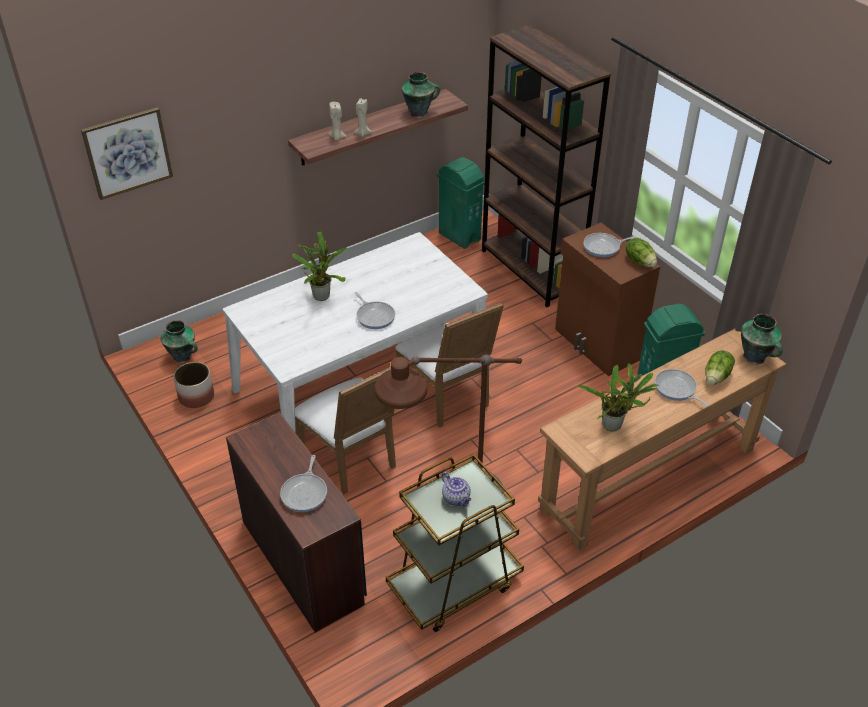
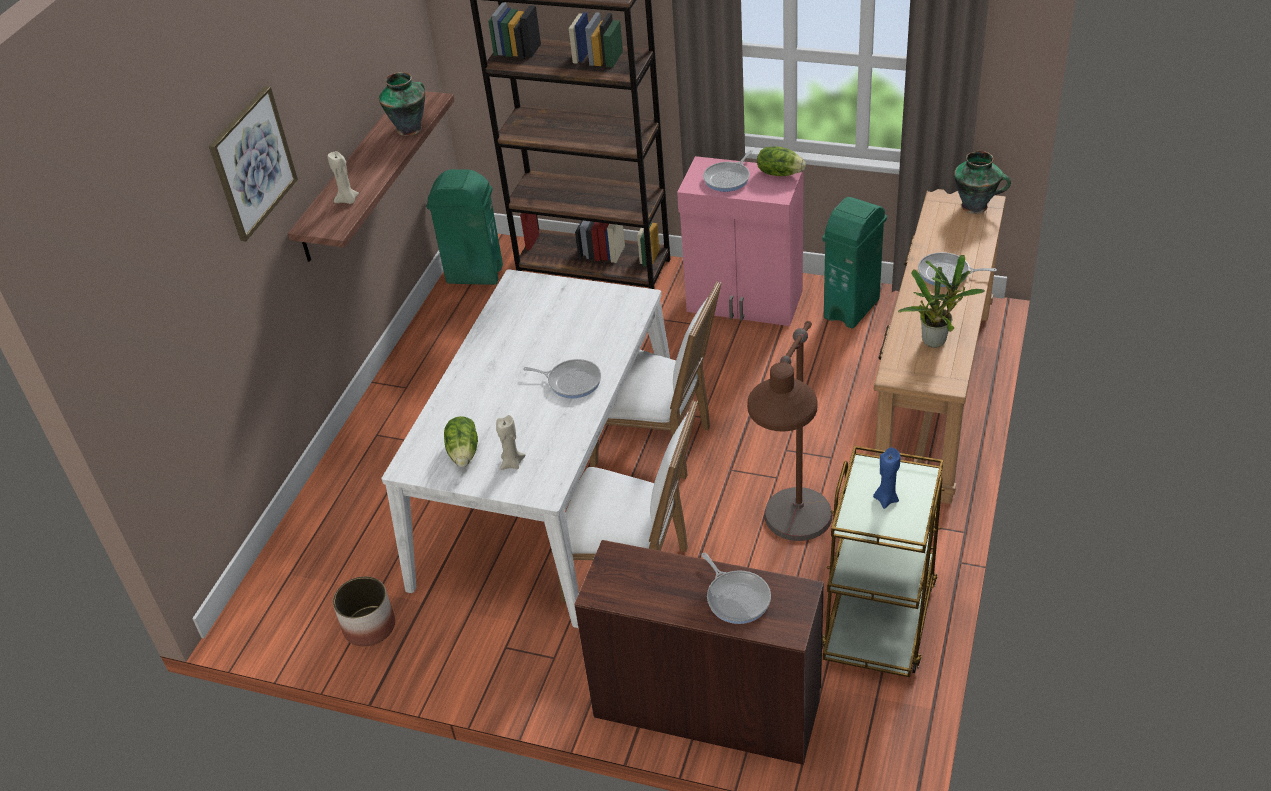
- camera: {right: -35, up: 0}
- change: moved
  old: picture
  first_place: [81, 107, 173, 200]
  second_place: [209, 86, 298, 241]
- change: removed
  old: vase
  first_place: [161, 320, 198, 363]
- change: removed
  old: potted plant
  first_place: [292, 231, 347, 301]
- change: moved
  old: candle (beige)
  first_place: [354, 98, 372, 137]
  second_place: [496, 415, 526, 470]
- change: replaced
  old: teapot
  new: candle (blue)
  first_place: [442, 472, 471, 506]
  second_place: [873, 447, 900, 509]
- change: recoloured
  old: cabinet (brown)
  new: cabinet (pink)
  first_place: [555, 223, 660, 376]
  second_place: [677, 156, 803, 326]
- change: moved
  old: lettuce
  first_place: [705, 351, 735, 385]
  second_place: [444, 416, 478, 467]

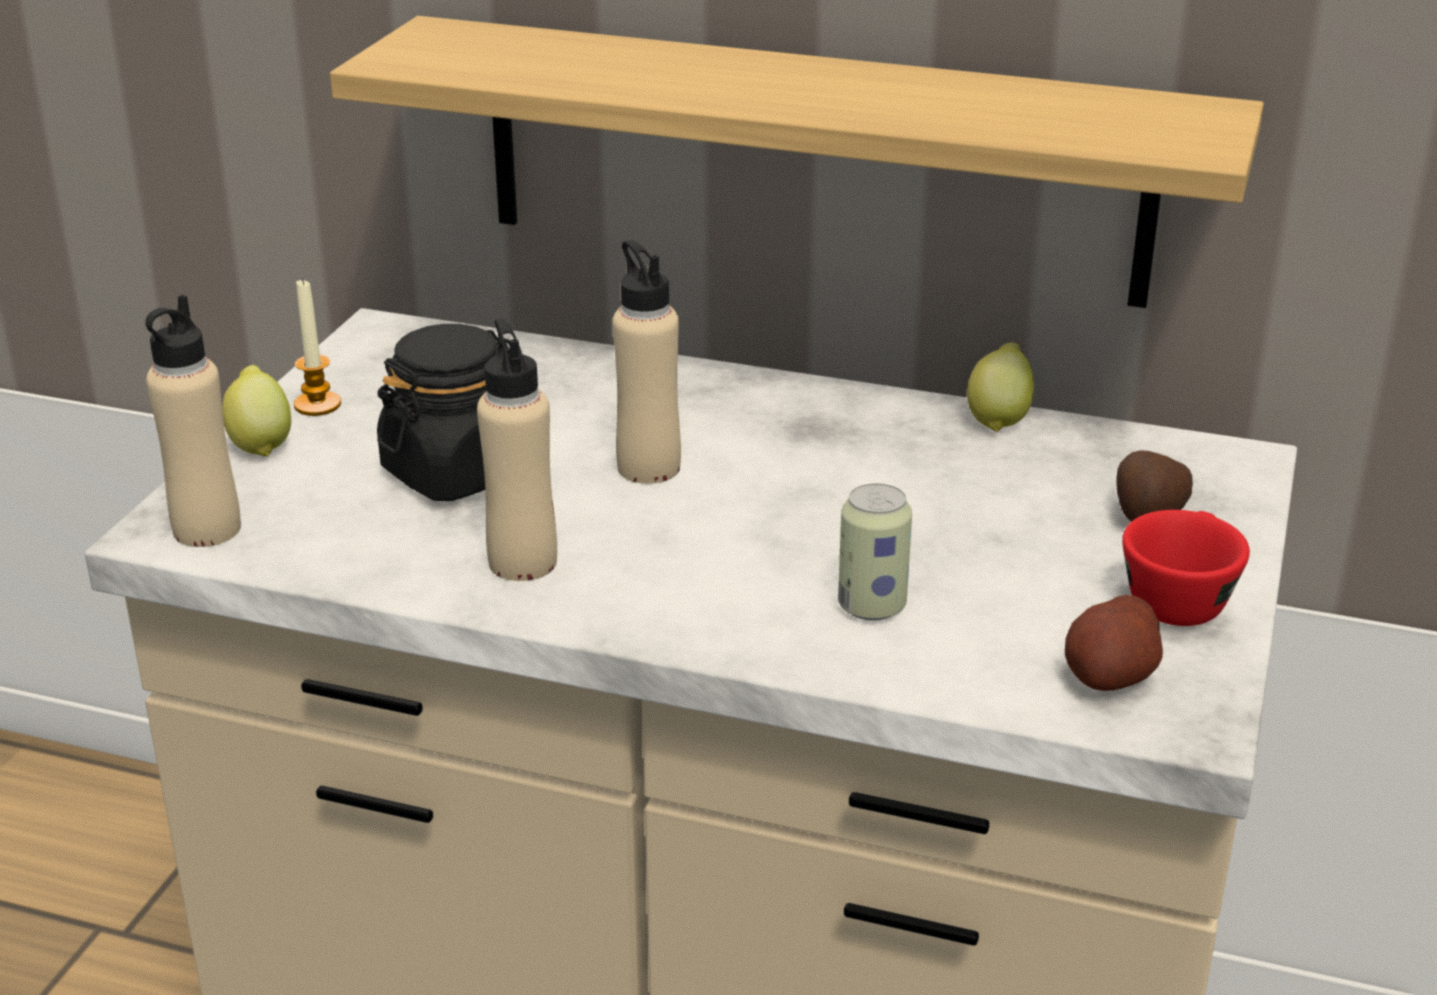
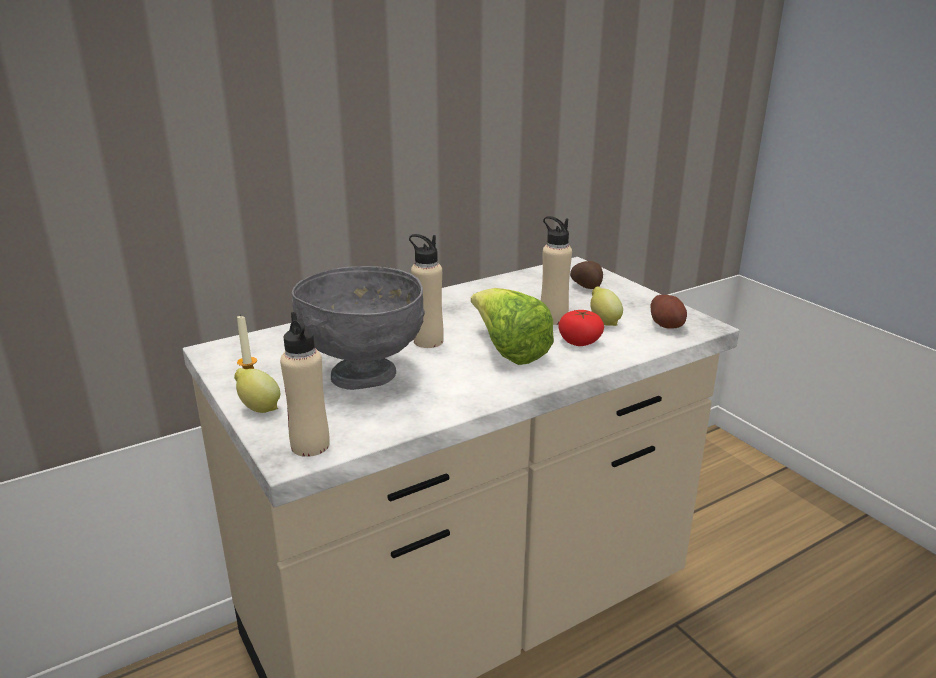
- camera: {right: -50, up: -5}
- change: removed
  old: shelf
  first_place: [330, 16, 1264, 308]
- change: replaced
  old: jar (black)
  new: bowl (grey)
  first_place: [377, 324, 510, 501]
  second_place: [292, 266, 425, 390]
- change: moved
  old: bottle (beige)
  first_place: [477, 318, 557, 581]
  second_place: [541, 216, 572, 325]
- change: replaced
  old: can
  new: tomato
  first_place: [838, 483, 912, 620]
  second_place: [559, 310, 604, 346]
- change: moved
  old: lemon
  first_place: [967, 343, 1034, 432]
  second_place: [590, 286, 623, 326]
- change: removed
  old: cup (red)
  first_place: [1122, 510, 1250, 626]
- change: added
  new: lettuce
  second_place: [471, 288, 554, 365]

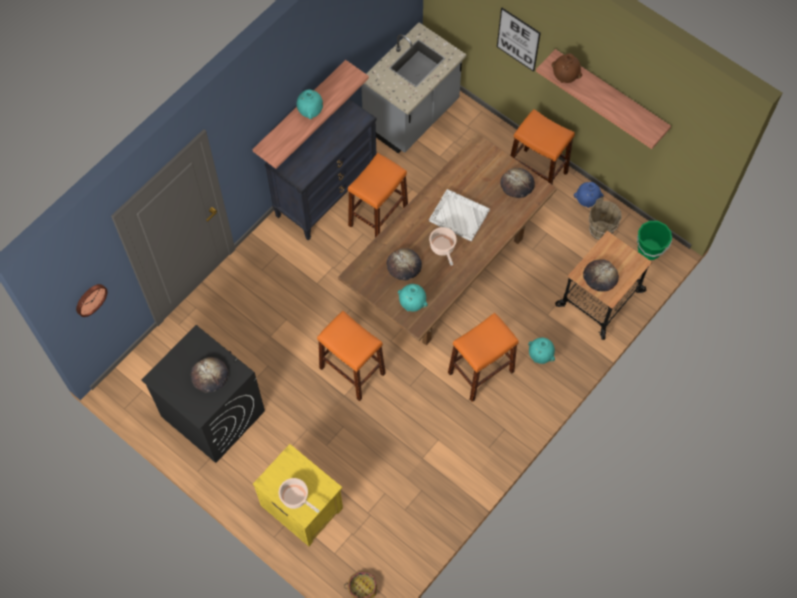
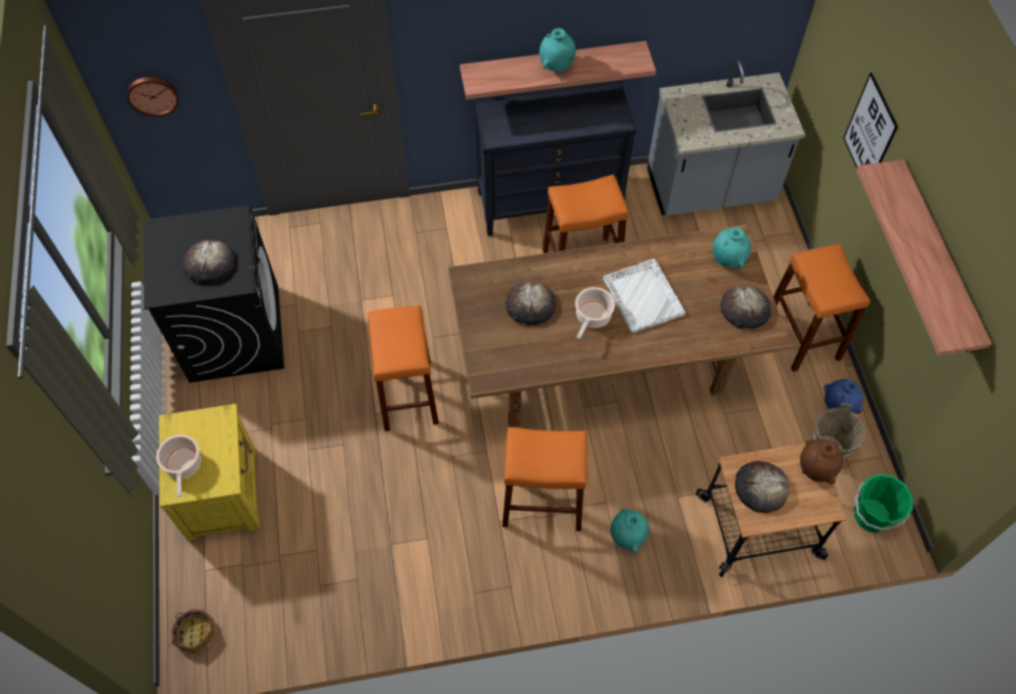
- camera: {right: 40, up: -5}
- change: moved
  old: vase (turquoise)
  first_place: [398, 284, 428, 312]
  second_place: [713, 227, 751, 269]
- change: moved
  old: vase (brown)
  first_place: [551, 53, 582, 83]
  second_place: [800, 439, 843, 484]

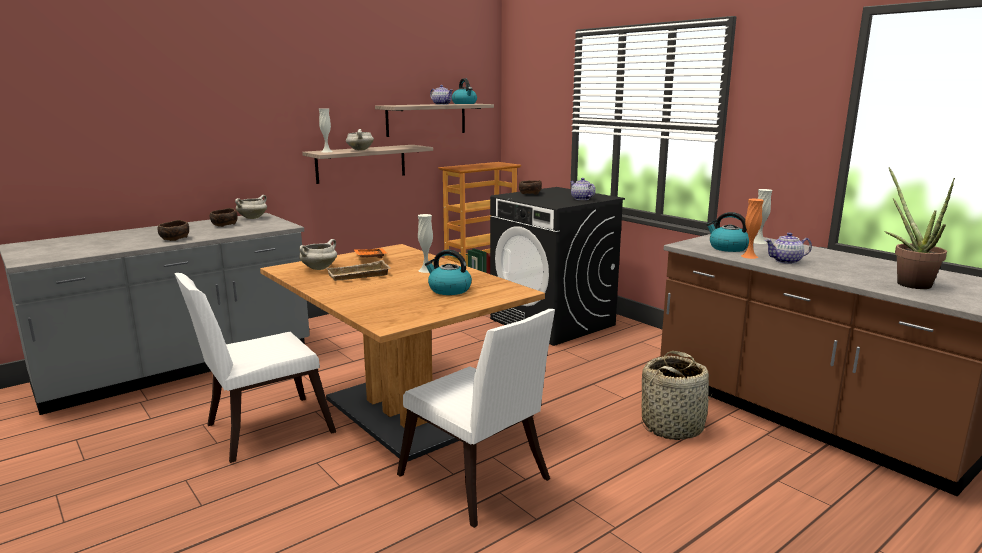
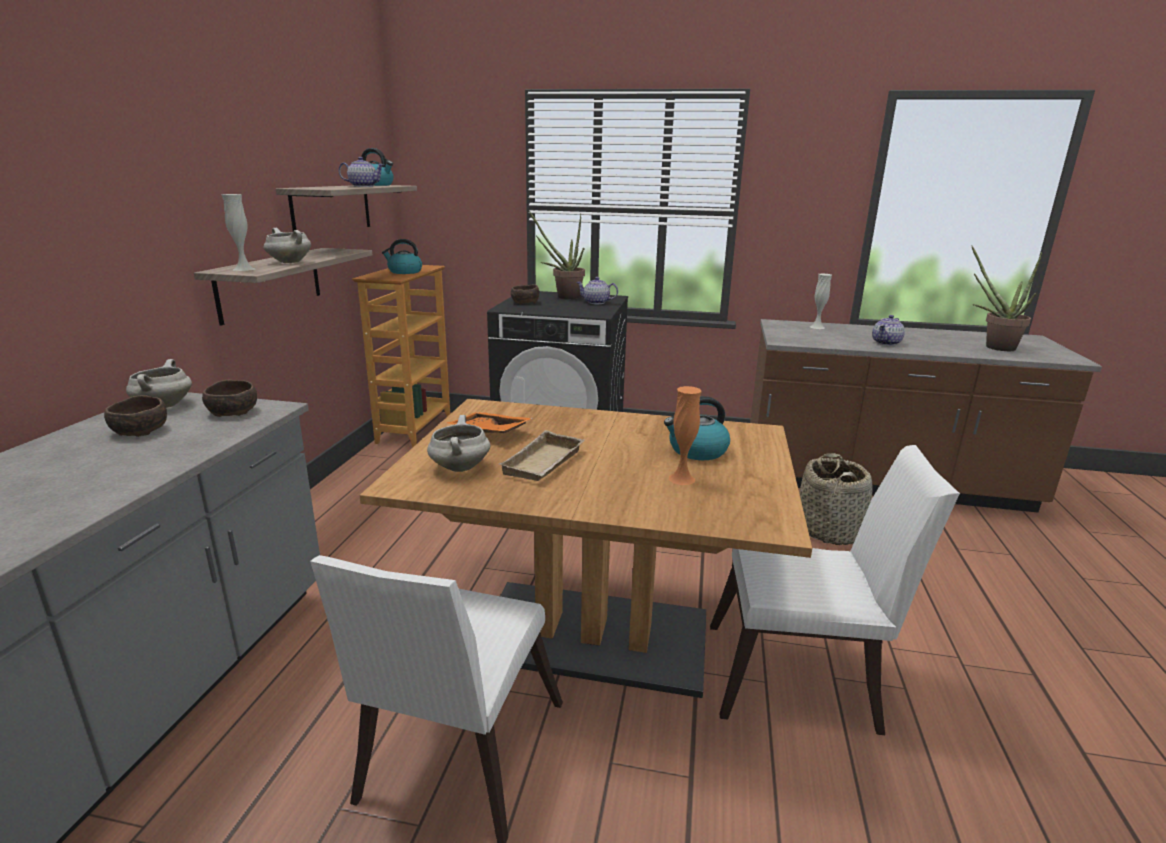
- camera: {right: -40, up: 5}
- change: moved
  old: bowl (brown)
  first_place: [157, 220, 189, 241]
  second_place: [202, 380, 257, 417]
- change: removed
  old: vase (white)
  first_place: [418, 214, 433, 273]
- change: moved
  old: kettle
  first_place: [706, 212, 749, 252]
  second_place: [382, 239, 422, 274]
- change: moved
  old: vase (orange)
  first_place: [741, 199, 764, 259]
  second_place: [669, 386, 702, 485]
- change: added
  new: potted plant
  second_place: [529, 211, 585, 299]

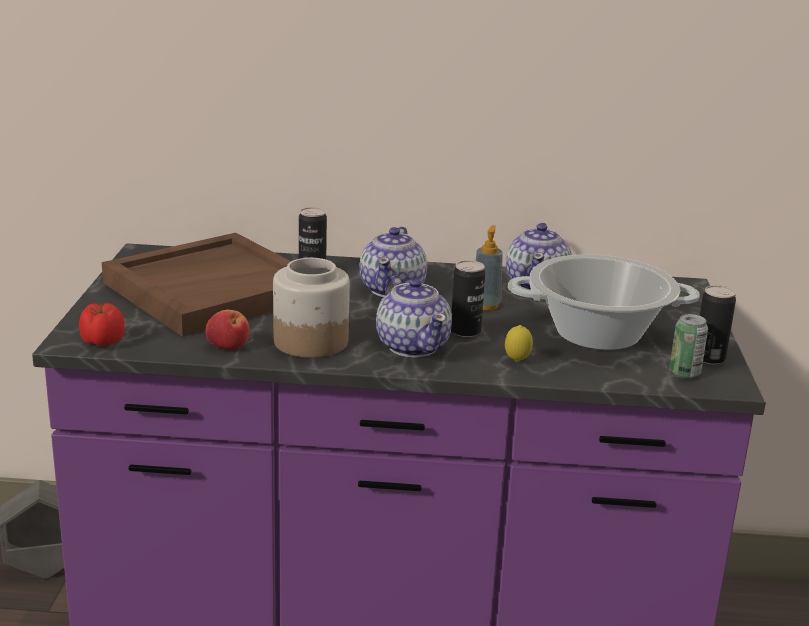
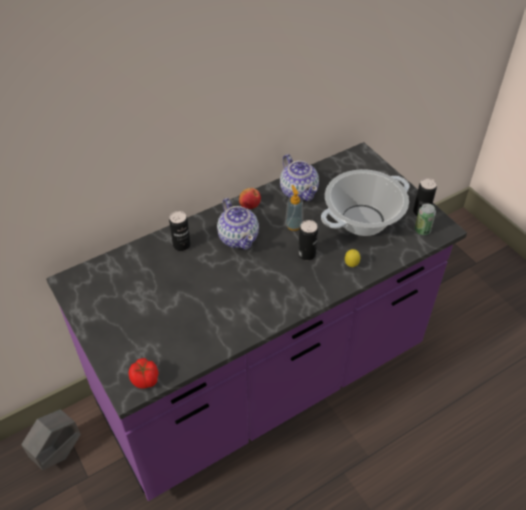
- camera: {right: -35, up: 25}
- change: removed
  old: tray (brown)
  first_place: [102, 233, 291, 337]
- change: moved
  old: apple
  first_place: [205, 310, 250, 350]
  second_place: [239, 188, 261, 209]
- change: removed
  old: jar
  first_place: [273, 258, 350, 358]
- change: removed
  old: teapot
  first_place: [376, 276, 452, 358]

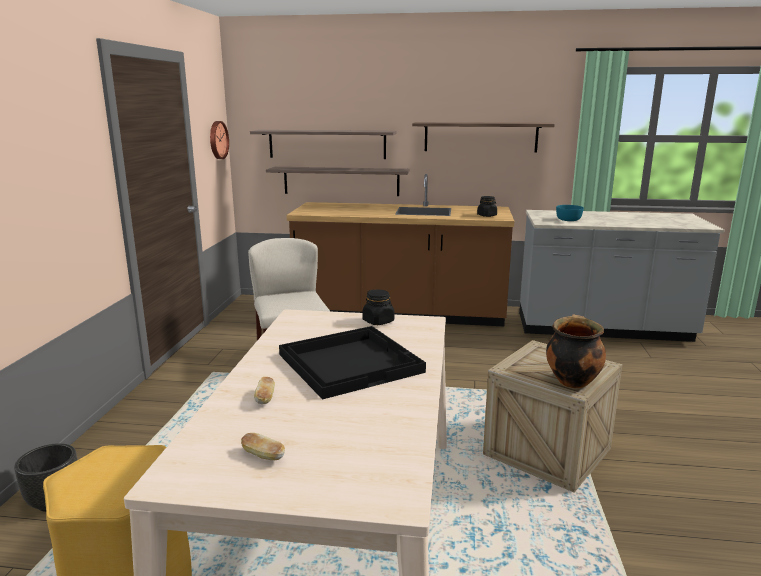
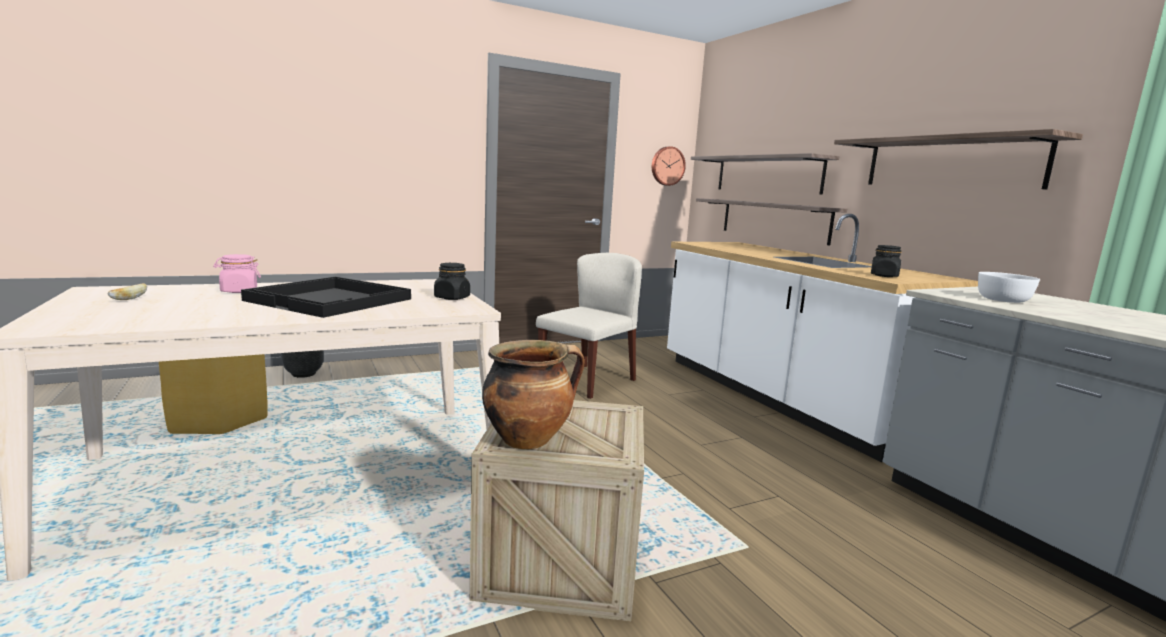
- camera: {right: 55, up: -5}
- change: replaced
  old: bread
  new: jar (pink)
  first_place: [254, 377, 275, 404]
  second_place: [213, 254, 261, 293]
- change: recoloured
  old: counter (brown)
  new: counter (white)
  first_place: [286, 174, 514, 326]
  second_place: [667, 214, 978, 462]
- change: recoloured
  old: bowl (turquoise)
  new: bowl (white)
  first_place: [556, 205, 584, 221]
  second_place: [978, 272, 1040, 303]

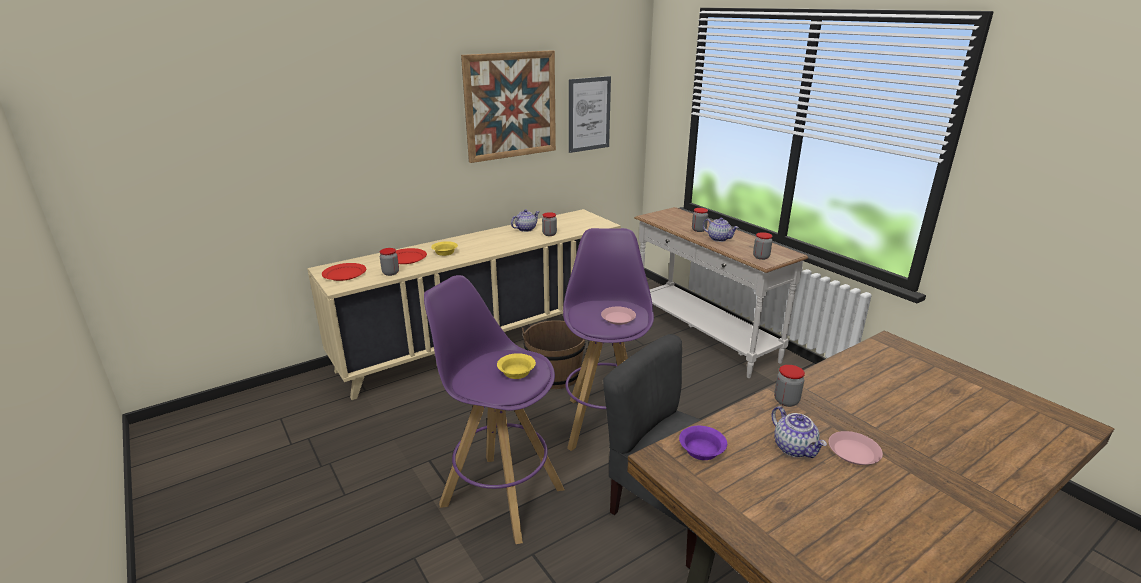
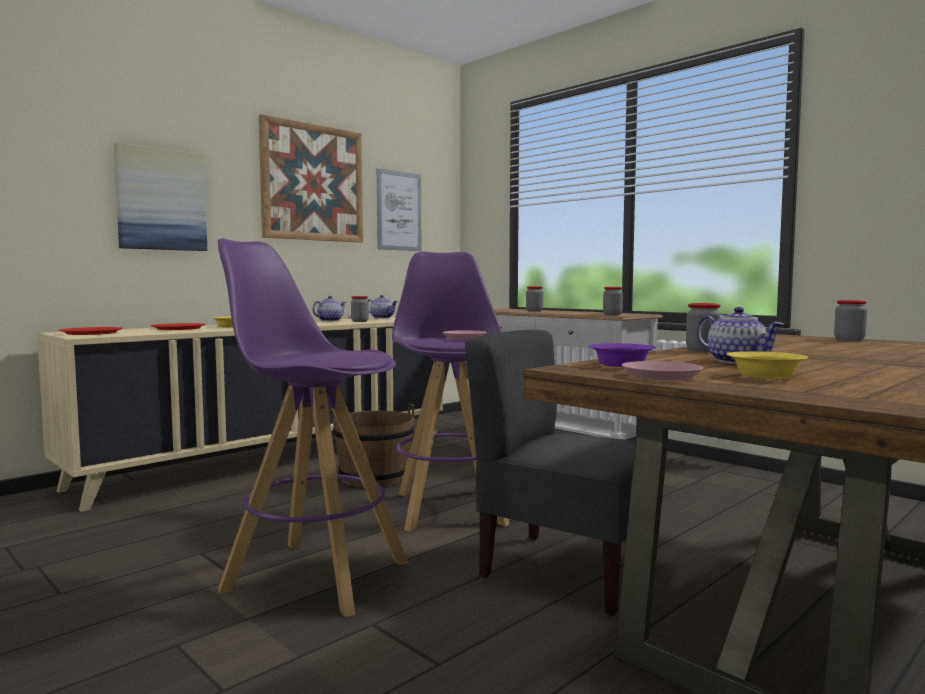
- camera: {right: -10, up: -20}
- change: moved
  old: jar
  first_place: [380, 248, 399, 276]
  second_place: [834, 300, 867, 341]
- change: moved
  old: bowl (yellow)
  first_place: [497, 353, 536, 379]
  second_place: [727, 351, 808, 379]
- change: moved
  old: teapot
  first_place: [703, 218, 739, 242]
  second_place: [368, 295, 398, 318]
- change: moved
  old: plate (pink)
  first_place: [829, 431, 883, 465]
  second_place: [622, 361, 703, 380]
- change: added
  new: picture
  second_place: [114, 142, 207, 251]

